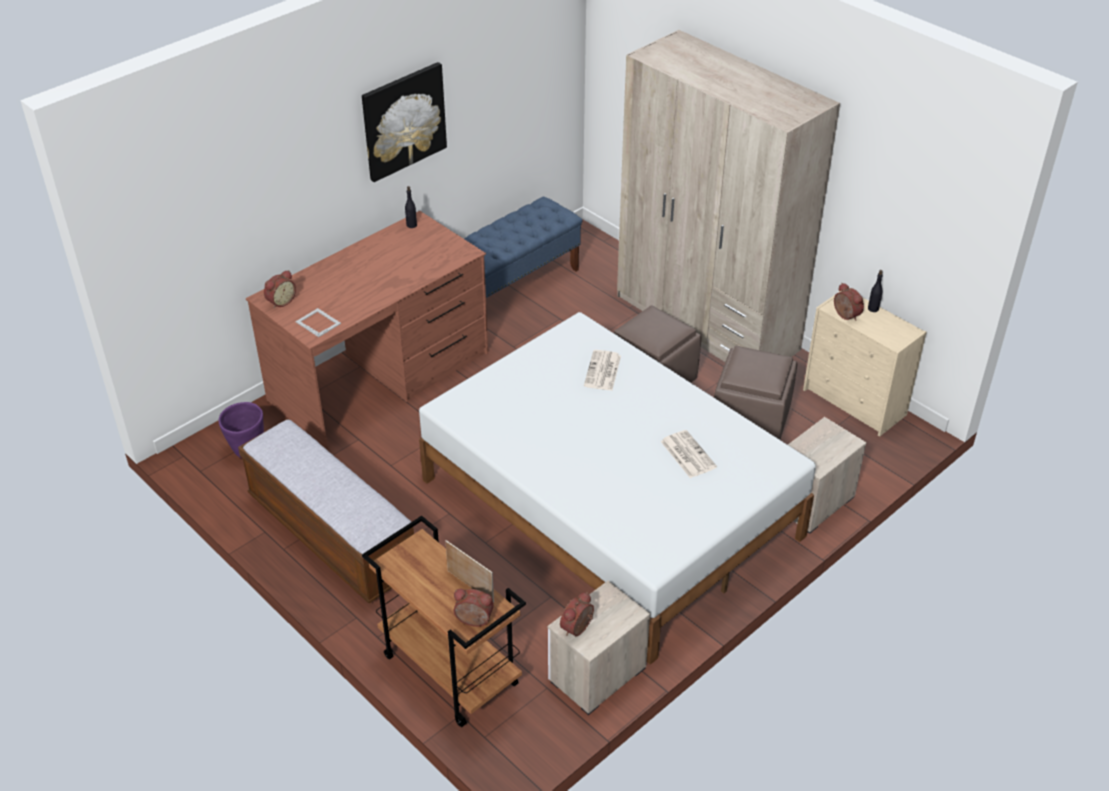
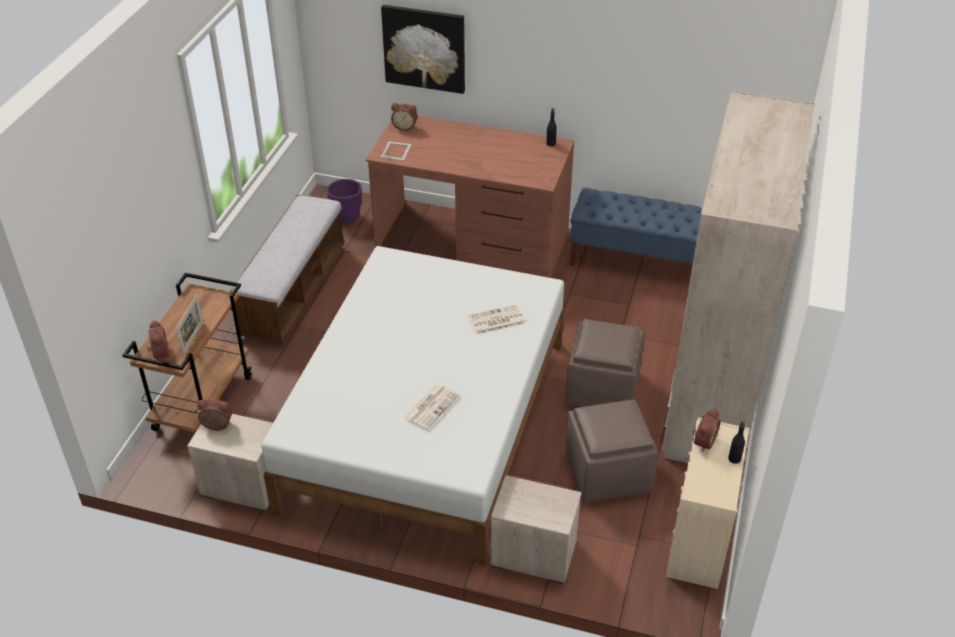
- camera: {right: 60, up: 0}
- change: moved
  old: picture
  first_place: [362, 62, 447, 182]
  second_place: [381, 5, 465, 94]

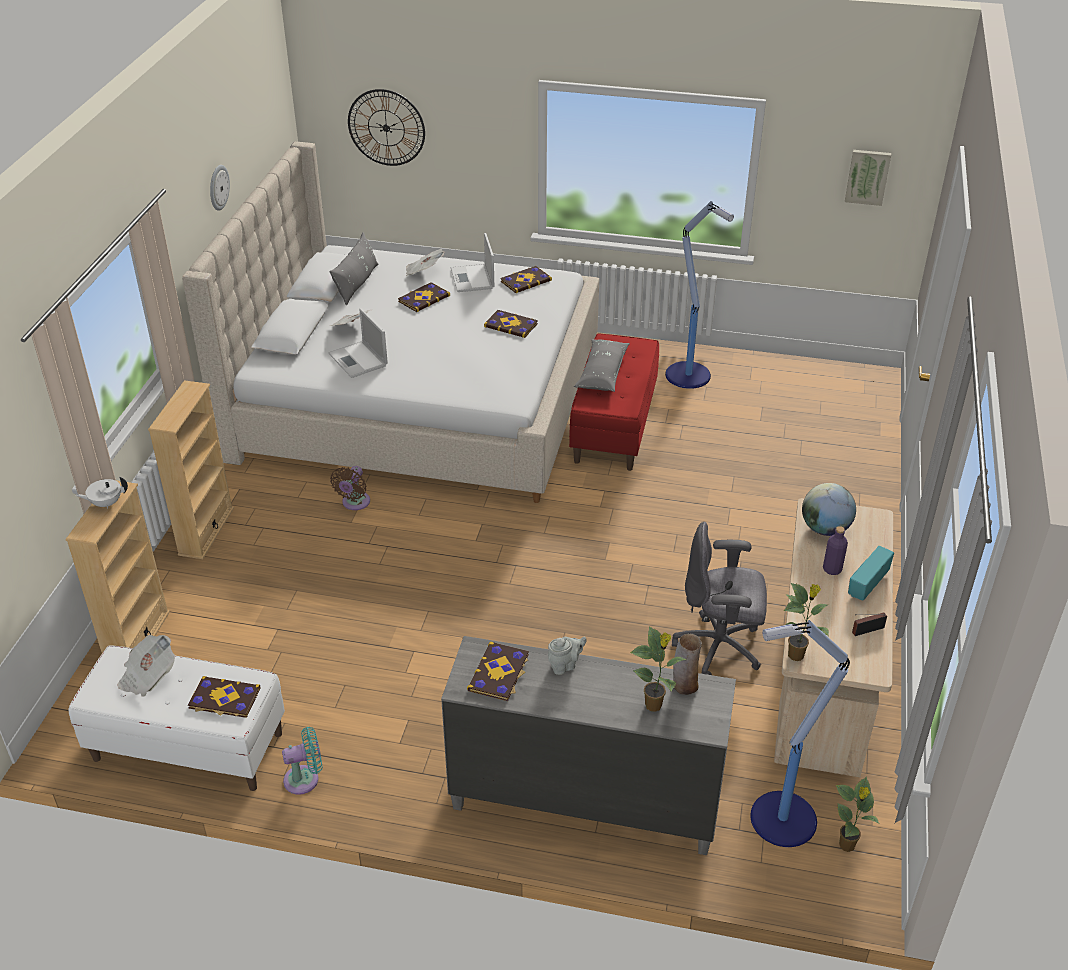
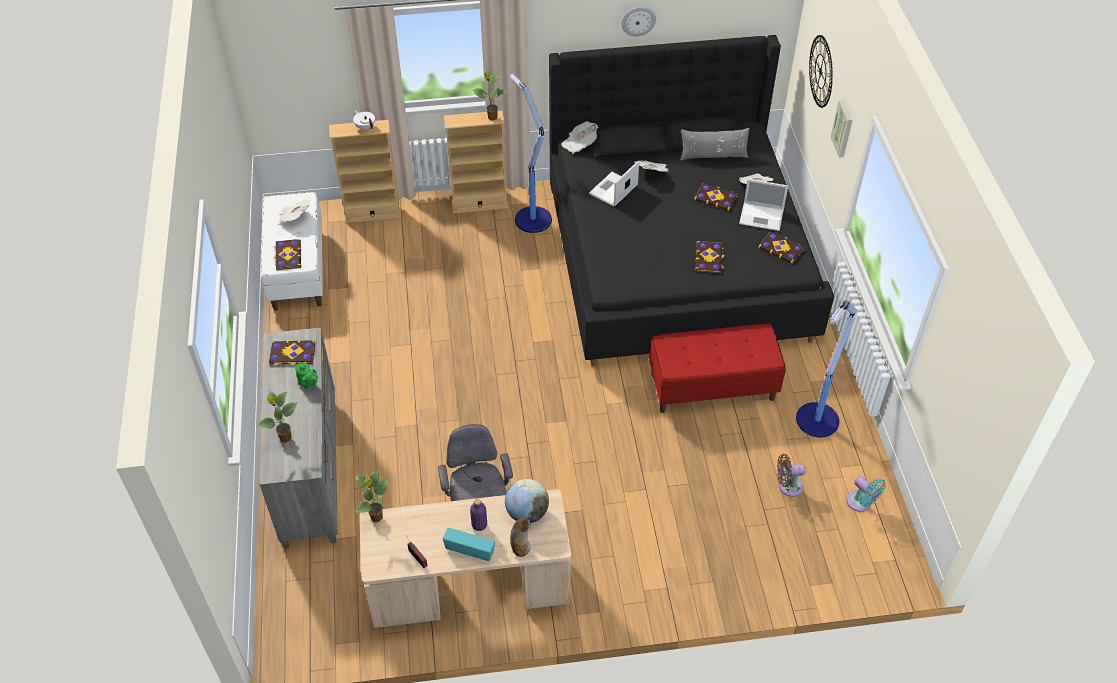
- camera: {right: 70, up: 10}
- change: recoloured
  old: bed (beige)
  new: bed (black)
  first_place: [182, 141, 599, 503]
  second_place: [549, 35, 834, 366]
- change: moved
  old: fan (turquoise)
  first_place: [282, 727, 322, 795]
  second_place: [846, 476, 886, 512]
- change: moved
  old: fan (brown)
  first_place: [330, 466, 370, 510]
  second_place: [777, 454, 805, 497]
- change: turned
  old: laptop
  first_place: [451, 233, 494, 292]
  second_place: [739, 179, 788, 231]
  degrees: -135
- change: recoloured
  old: teapot (grey)
  new: teapot (green)
  first_place: [548, 636, 587, 675]
  second_place: [295, 362, 318, 389]
- change: removed
  old: pillow (grey)
  first_place: [574, 339, 630, 392]
- change: moved
  old: vase
  first_place: [673, 634, 702, 695]
  second_place: [510, 518, 531, 557]
- change: moved
  old: floor lamp
  first_place: [750, 620, 850, 847]
  second_place: [509, 74, 552, 233]
- change: moved
  old: potted plant
  first_place: [836, 777, 879, 852]
  second_place: [472, 71, 507, 121]
- change: moved
  old: picture
  first_place: [845, 150, 891, 206]
  second_place: [830, 100, 852, 158]
- change: added
  new: newspaper
  second_place: [561, 121, 598, 154]

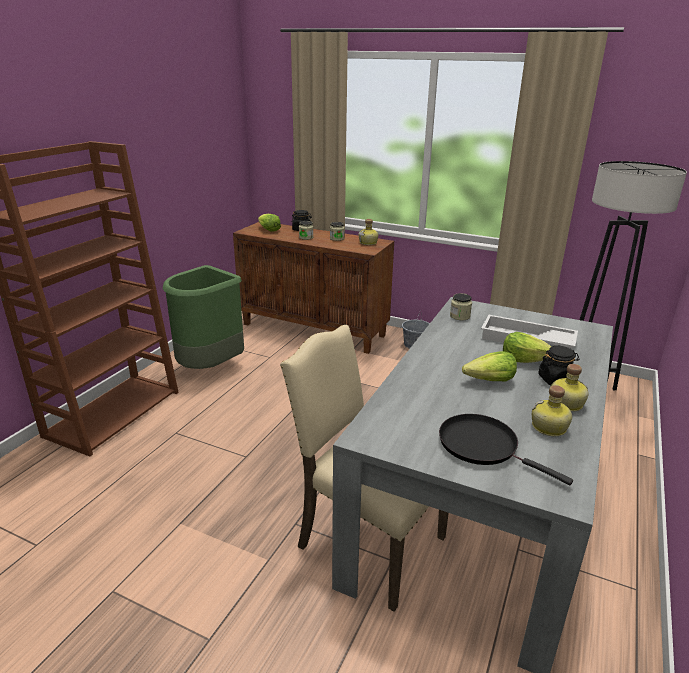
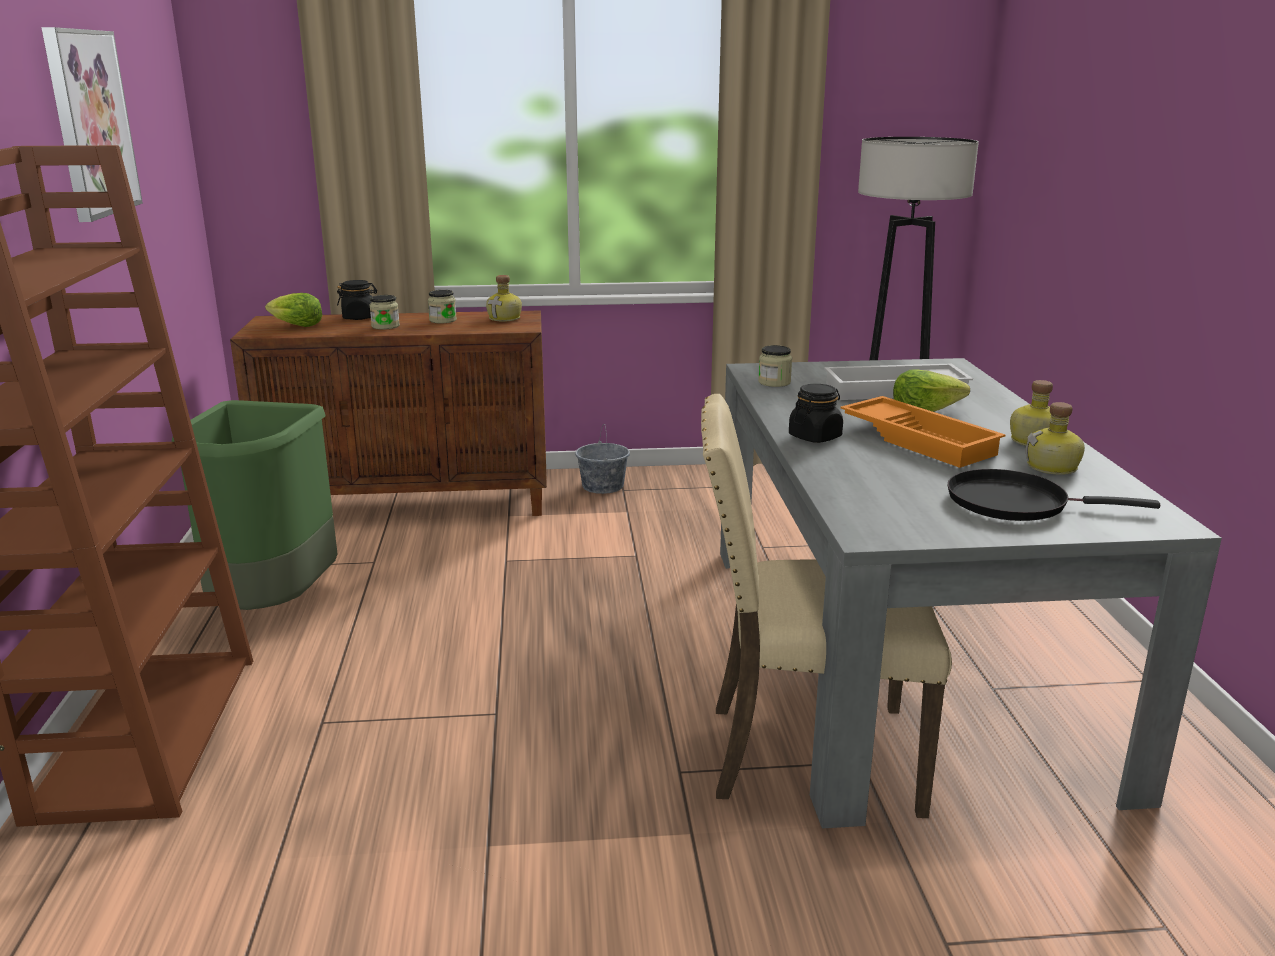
- camera: {right: -30, up: -5}
- change: replaced
  old: lettuce
  new: tray (orange)
  first_place: [462, 351, 517, 382]
  second_place: [841, 396, 1006, 468]
- change: moved
  old: jar (black)
  first_place: [538, 346, 579, 385]
  second_place: [789, 384, 843, 443]
- change: added
  new: picture
  second_place: [41, 27, 143, 222]

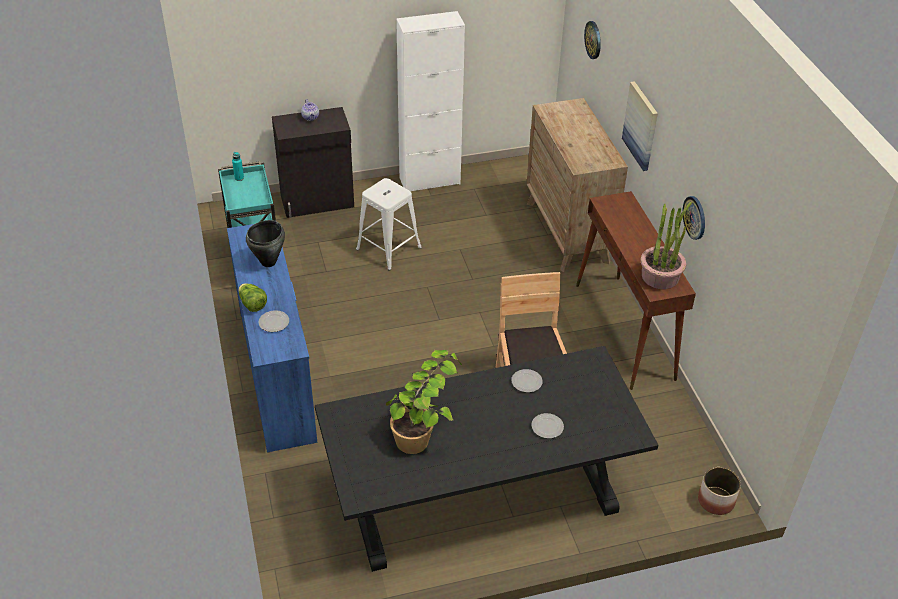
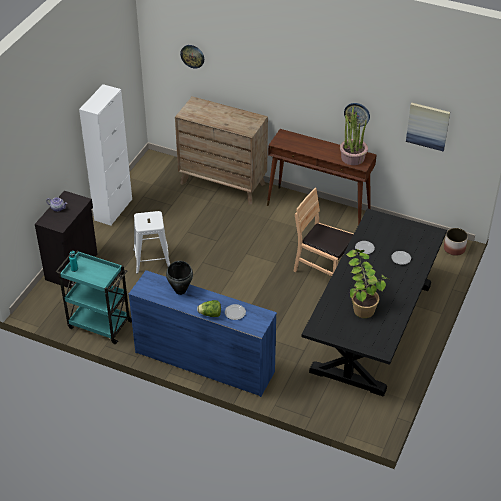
- camera: {right: -50, up: 0}
- change: moved
  old: picture
  first_place: [622, 81, 658, 171]
  second_place: [406, 102, 450, 151]

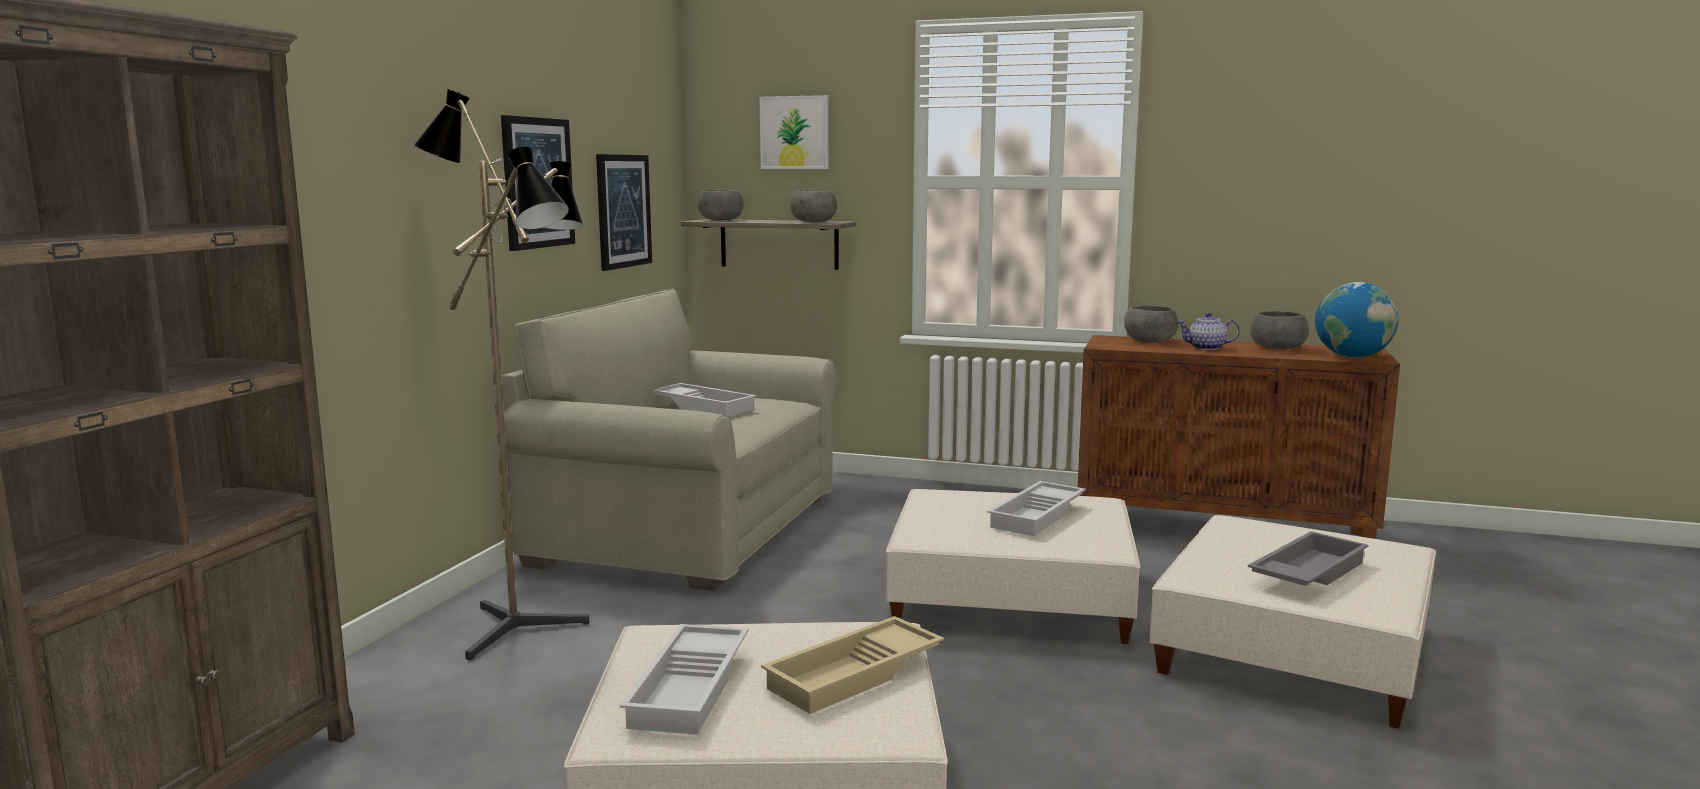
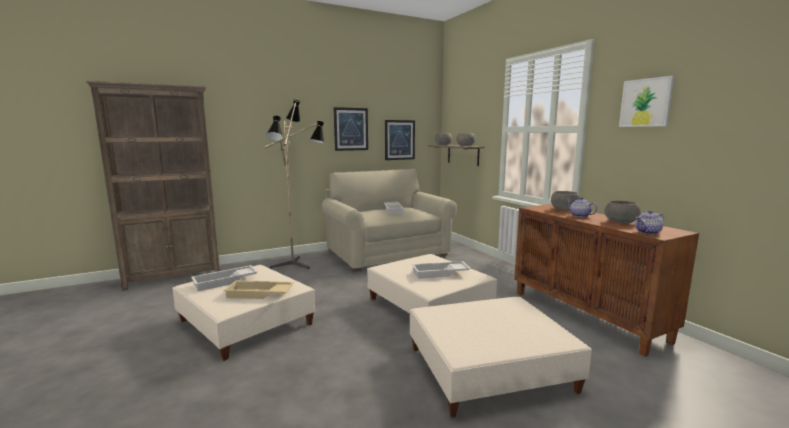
- camera: {right: 45, up: 0}
- change: moved
  old: picture
  first_place: [760, 95, 828, 169]
  second_place: [619, 76, 674, 127]
- change: removed
  old: tray (grey)
  first_place: [1248, 531, 1368, 586]
- change: replaced
  old: globe
  new: teapot
  first_place: [1315, 282, 1399, 358]
  second_place: [636, 210, 664, 235]

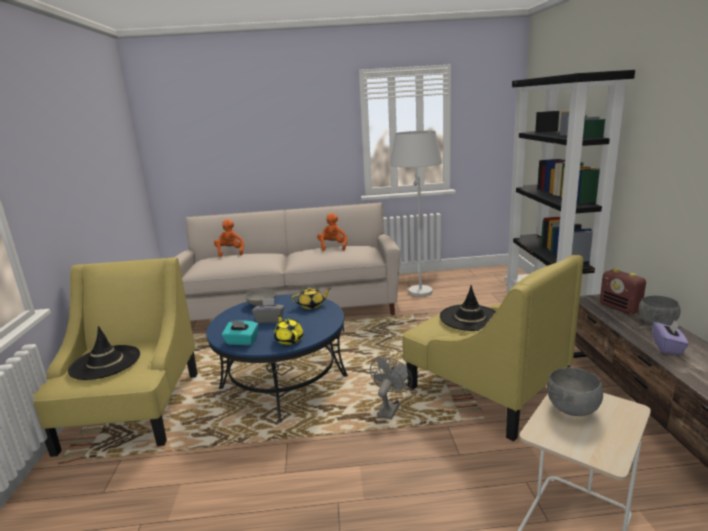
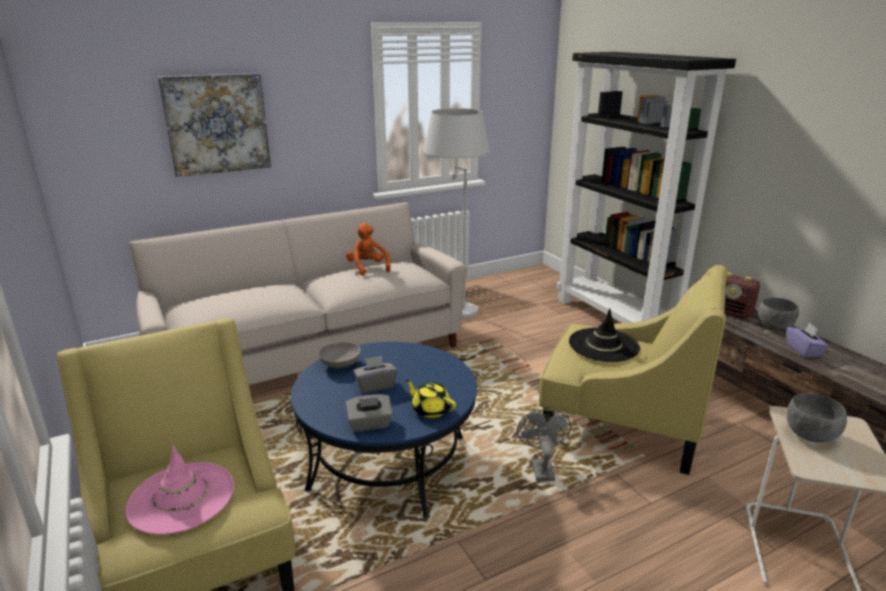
- camera: {right: -25, up: 5}
- change: recoloured
  old: hat (black)
  new: hat (pink)
  first_place: [68, 326, 140, 380]
  second_place: [125, 445, 234, 535]
- change: removed
  old: plush toy (orange)
  first_place: [214, 219, 244, 257]
- change: recoloured
  old: tissue box (turquoise)
  new: tissue box (grey)
  first_place: [222, 320, 258, 345]
  second_place: [345, 394, 393, 432]
- change: removed
  old: teapot (yellow)
  first_place: [291, 287, 331, 309]
- change: added
  new: picture
  second_place: [158, 73, 271, 177]

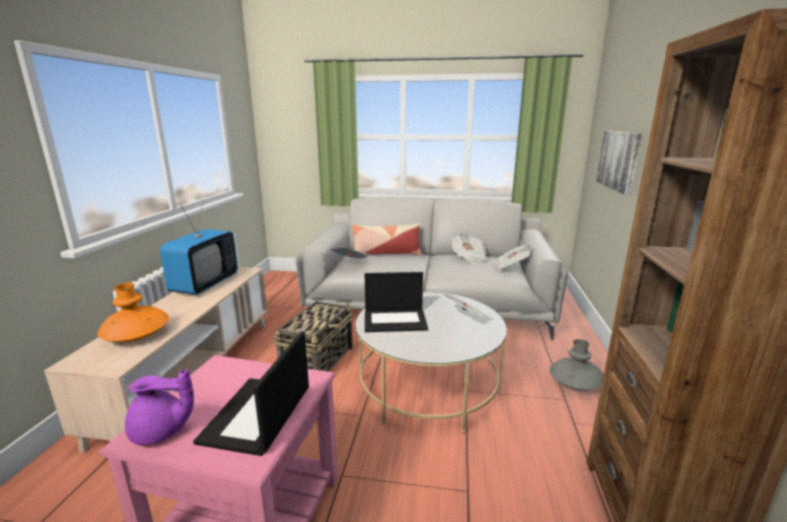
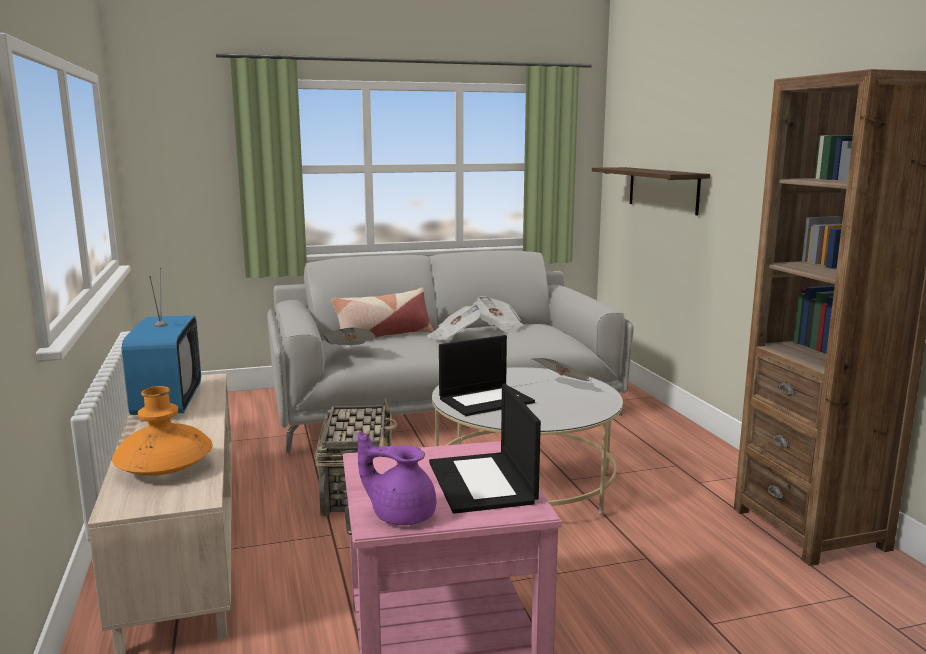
- camera: {right: -25, up: -5}
- change: turned
  old: teapot (purple)
  first_place: [125, 369, 194, 445]
  second_place: [358, 432, 436, 525]
  degrees: -135
- change: moved
  old: newspaper
  first_place: [489, 245, 533, 270]
  second_place: [427, 305, 481, 340]
- change: removed
  old: vase (grey)
  first_place: [550, 339, 604, 390]
- change: replaced
  old: picture
  new: shelf
  first_place: [596, 131, 642, 195]
  second_place: [592, 167, 710, 215]

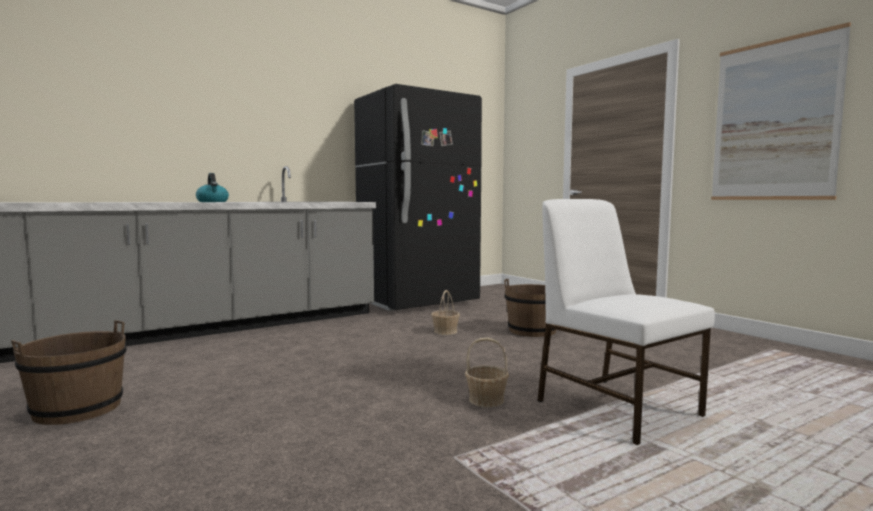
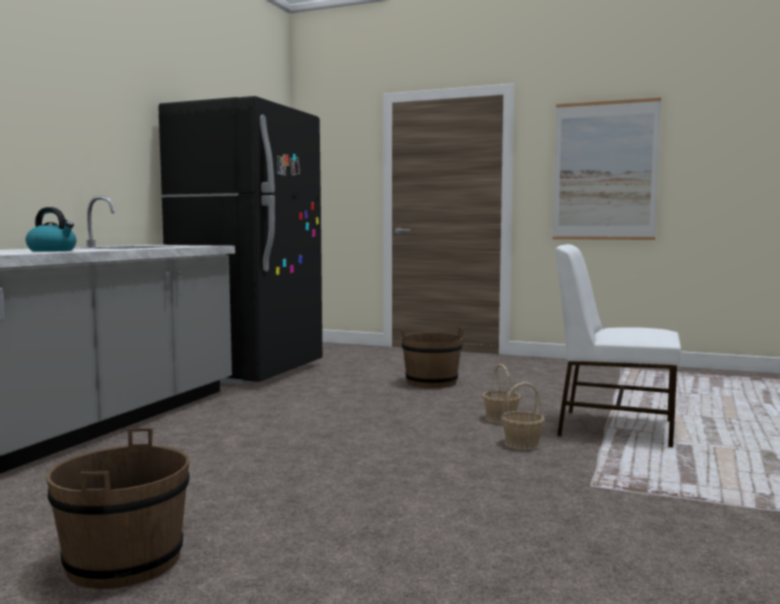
- camera: {right: -35, up: 0}
- change: moved
  old: basket
  first_place: [431, 290, 460, 335]
  second_place: [482, 364, 521, 424]

